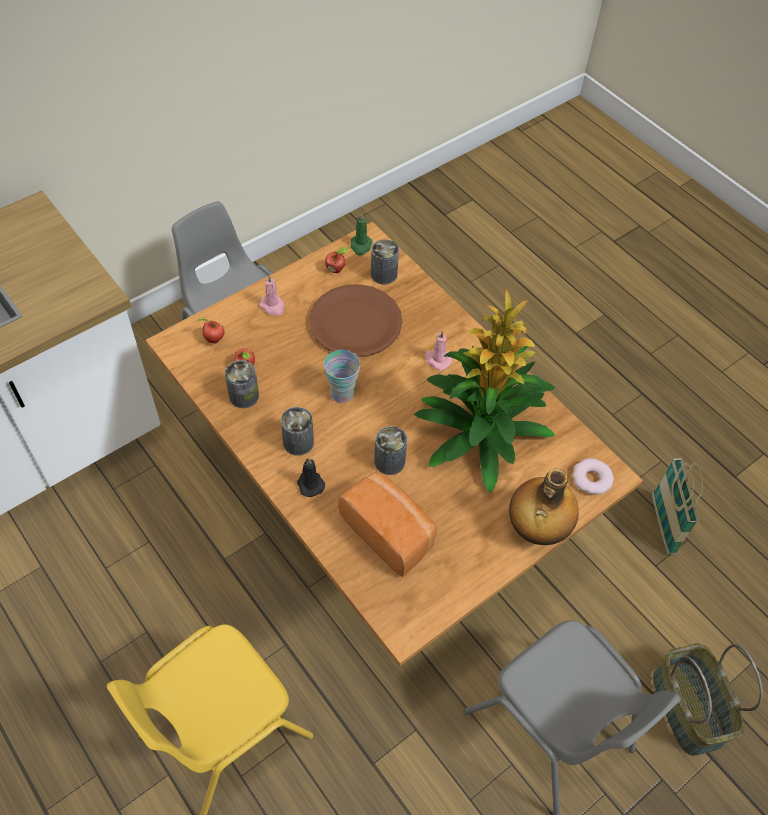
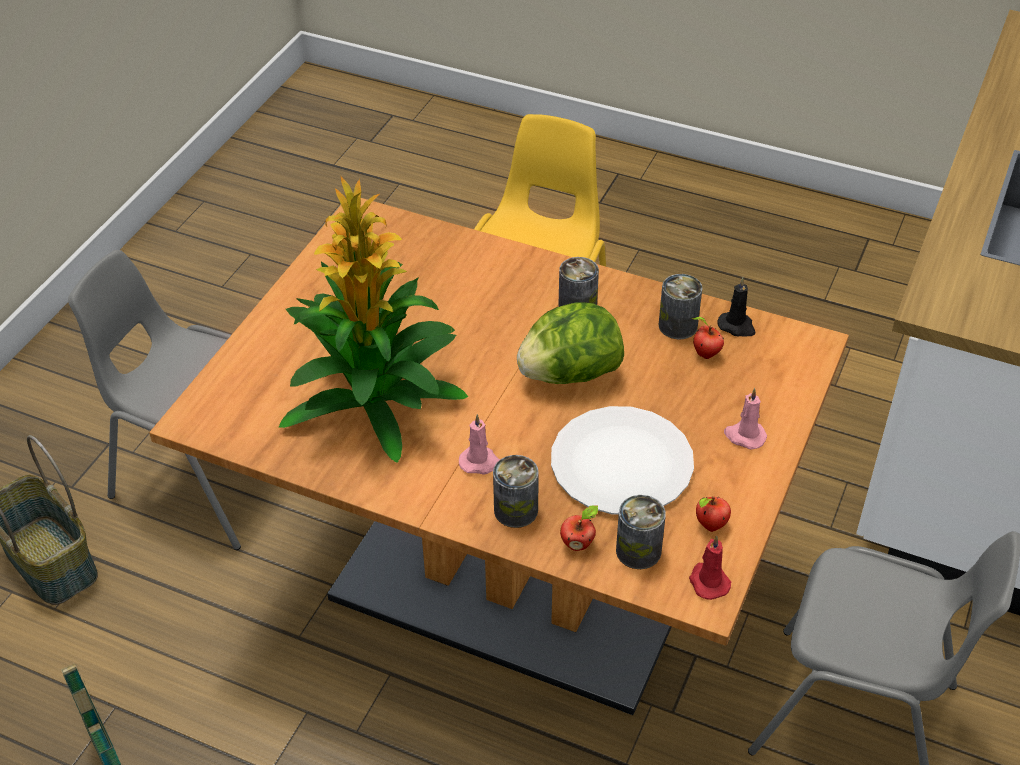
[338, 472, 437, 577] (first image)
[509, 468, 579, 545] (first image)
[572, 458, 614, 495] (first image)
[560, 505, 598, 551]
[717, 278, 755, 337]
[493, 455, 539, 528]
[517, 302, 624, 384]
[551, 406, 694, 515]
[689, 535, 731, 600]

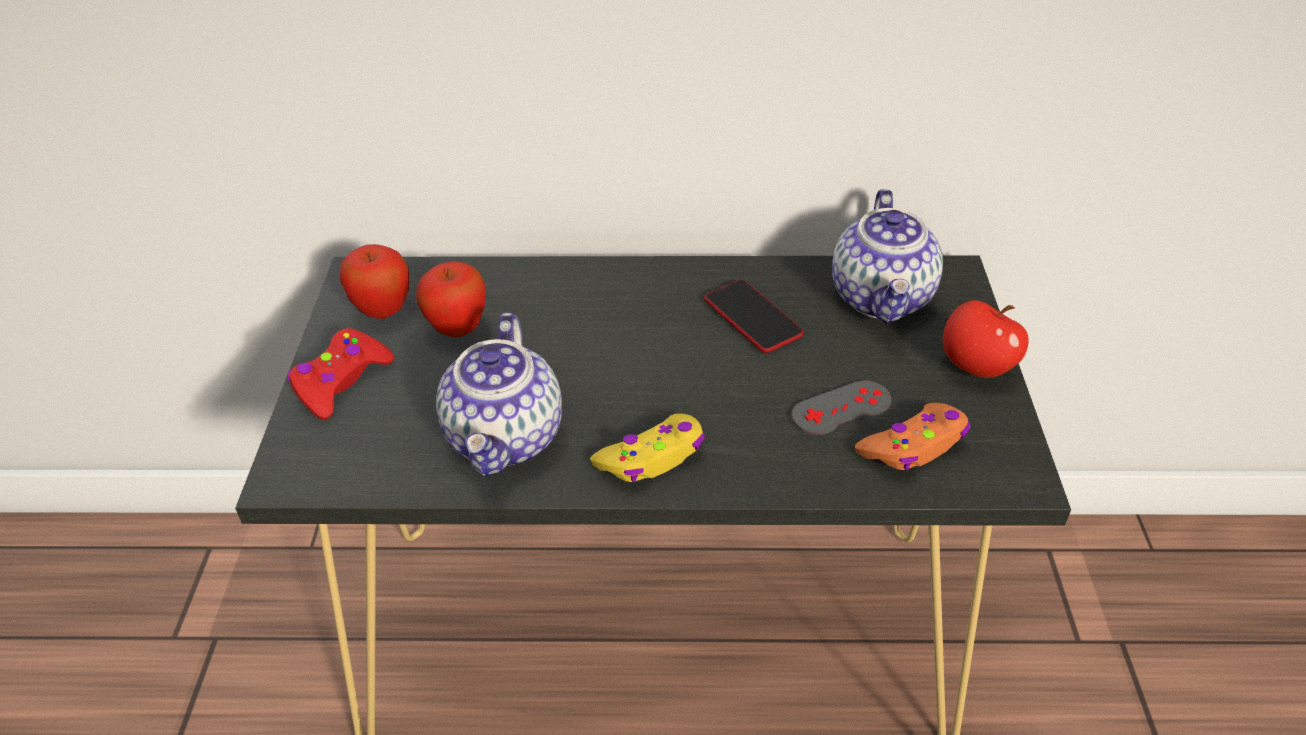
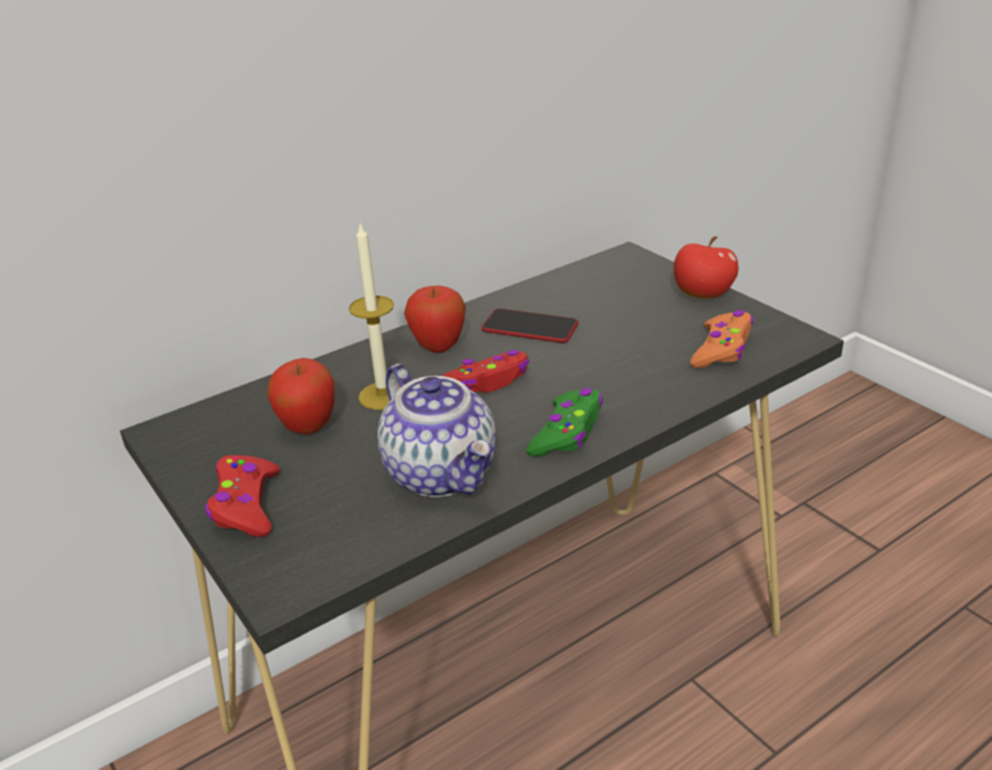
[792, 381, 891, 435] (first image)
[832, 189, 943, 324] (first image)
[349, 222, 400, 410]
[442, 350, 529, 393]
[404, 286, 466, 353]
[526, 388, 603, 457]

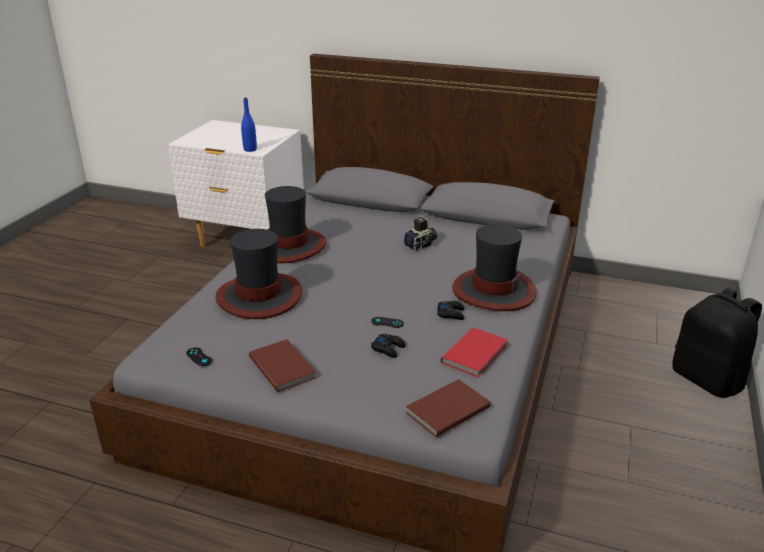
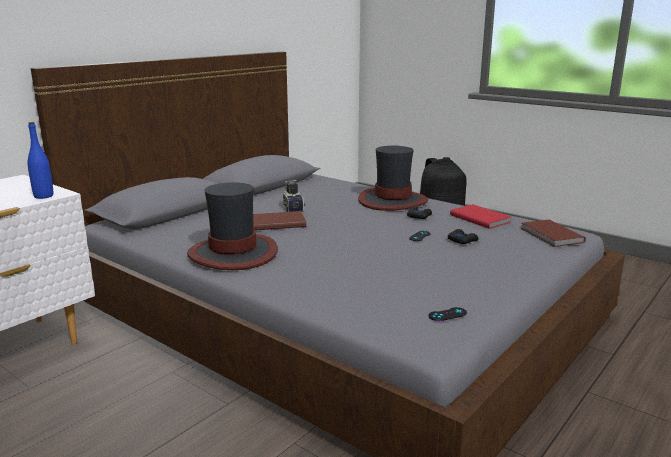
[215, 229, 302, 319] (first image)
[253, 211, 306, 231]

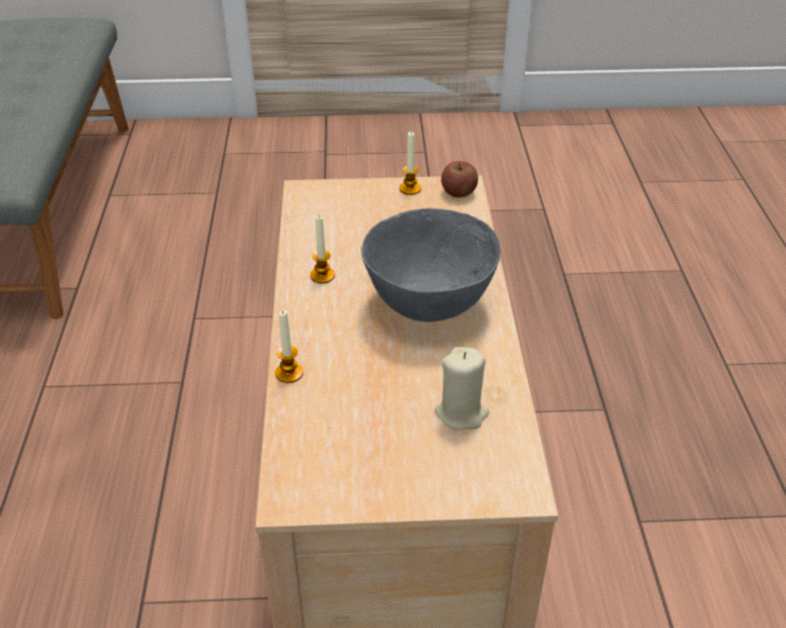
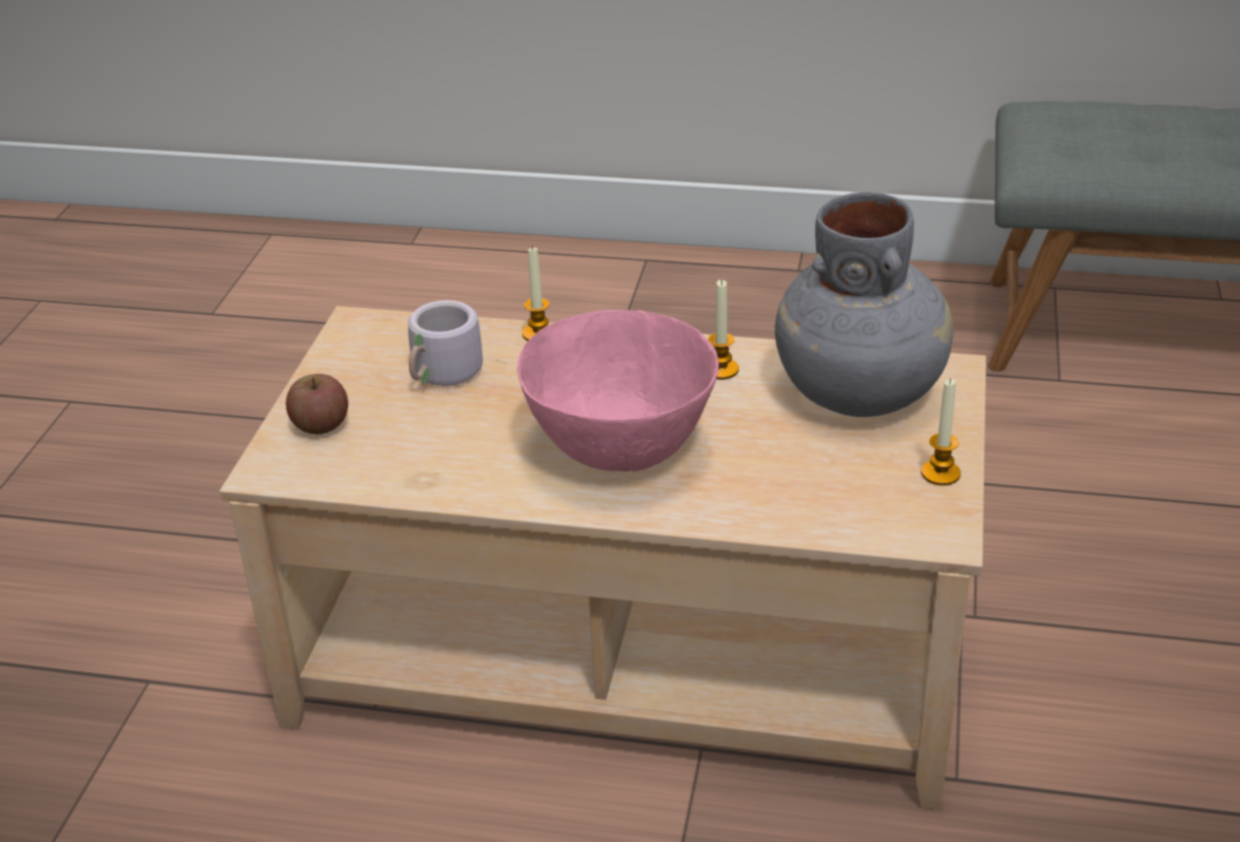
[435, 347, 489, 430] (first image)
[408, 300, 506, 386]
[775, 192, 953, 417]
[286, 374, 348, 434]
[517, 310, 719, 472]

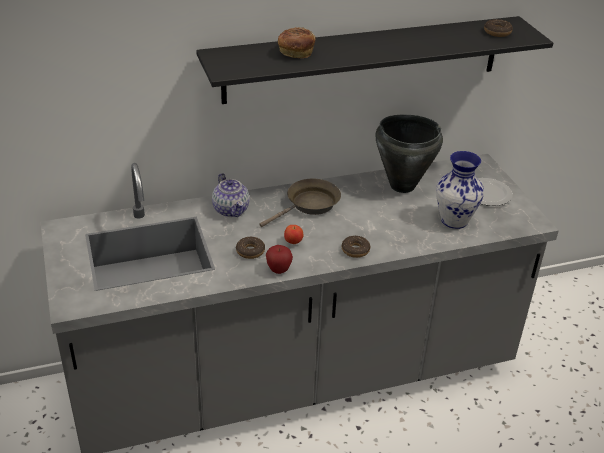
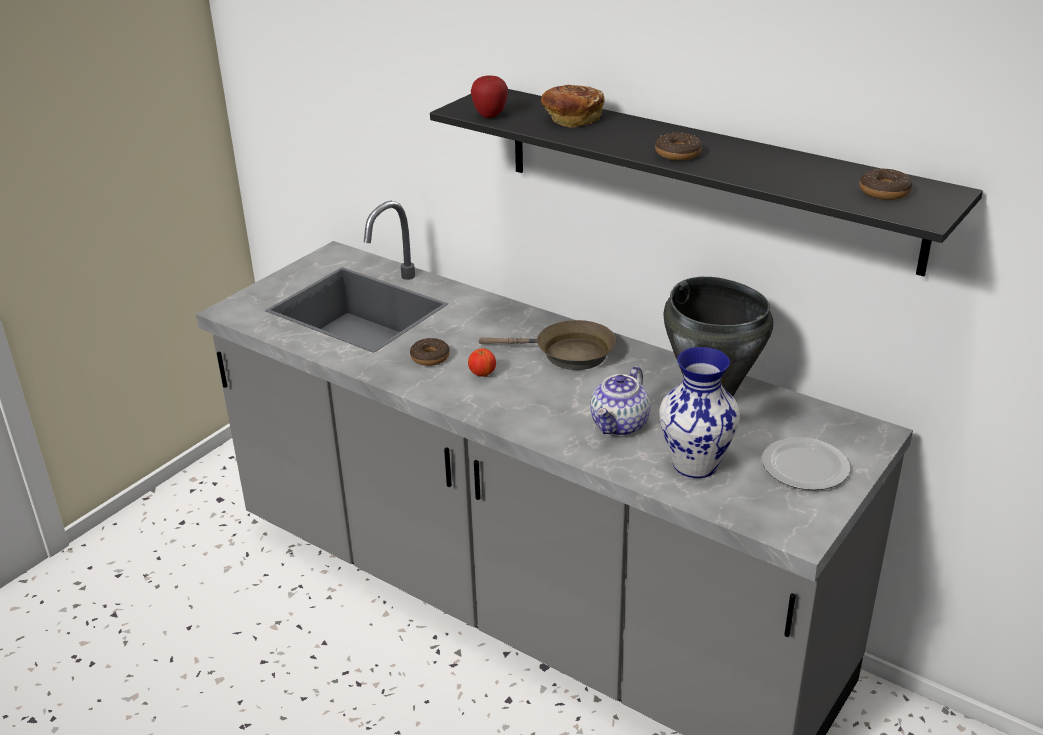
[590, 366, 650, 436]
[471, 75, 508, 118]
[655, 133, 702, 161]

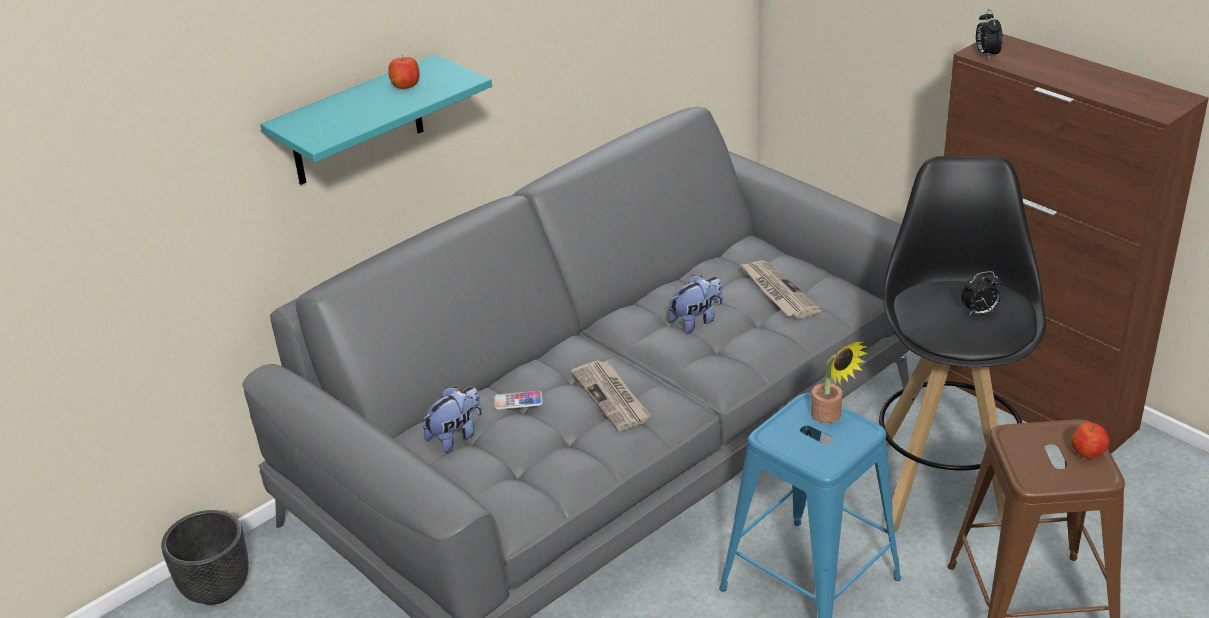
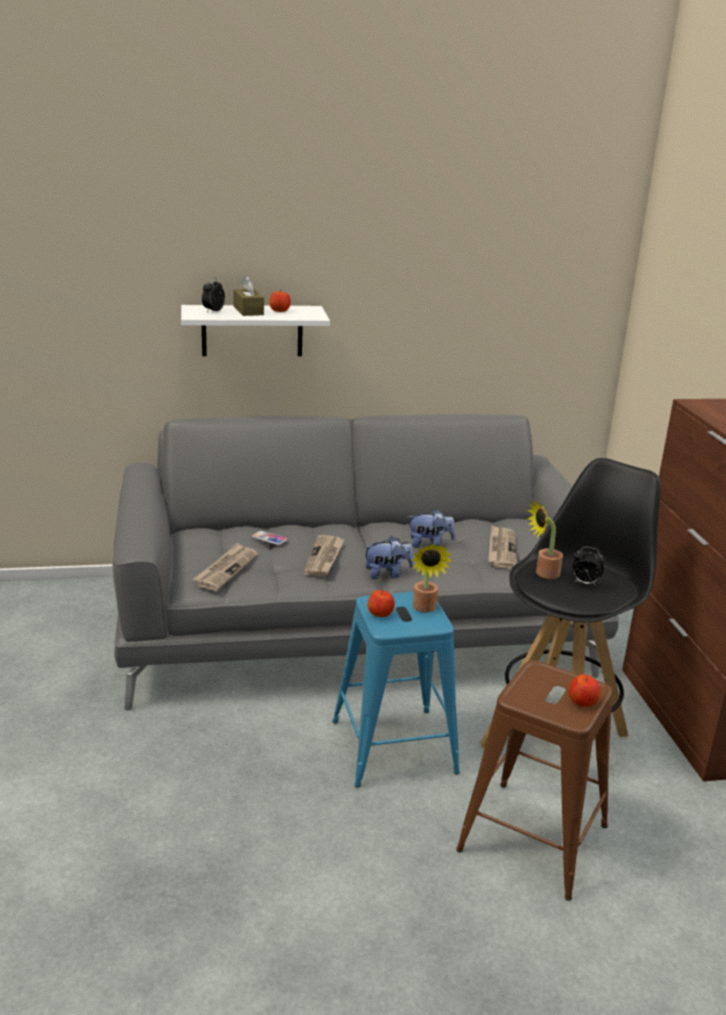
[161, 510, 249, 605] (first image)
[193, 543, 258, 591]
[233, 276, 264, 316]
[367, 590, 395, 617]
[527, 501, 563, 579]
[363, 536, 413, 579]
[202, 277, 225, 312]
[181, 305, 330, 356]

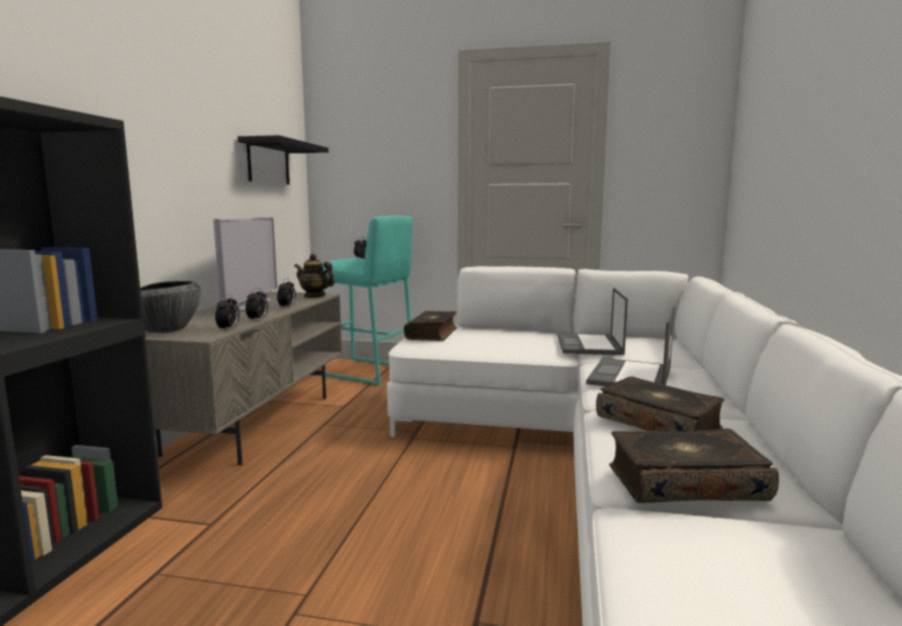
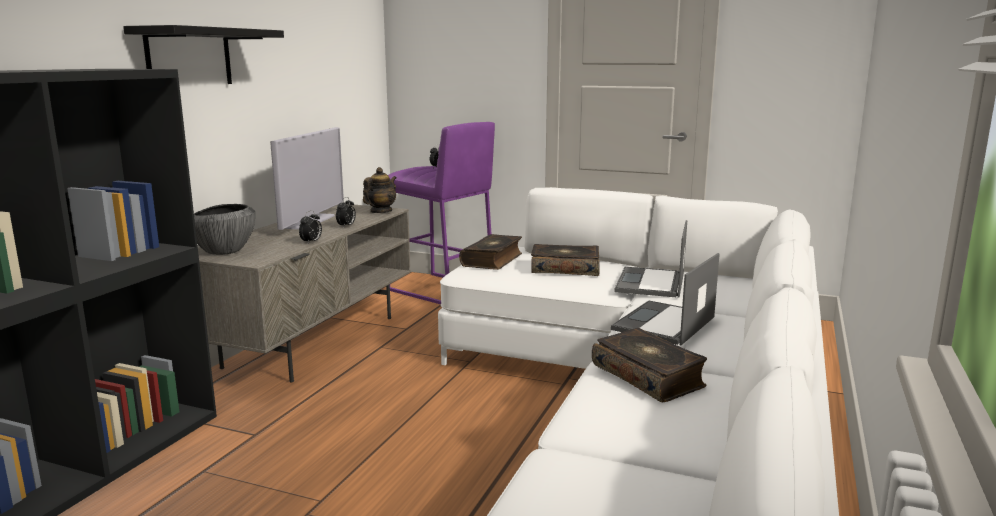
[215, 294, 240, 331] (first image)
[123, 25, 284, 84]
[531, 244, 600, 276]
[388, 122, 495, 304]
[363, 167, 396, 213]

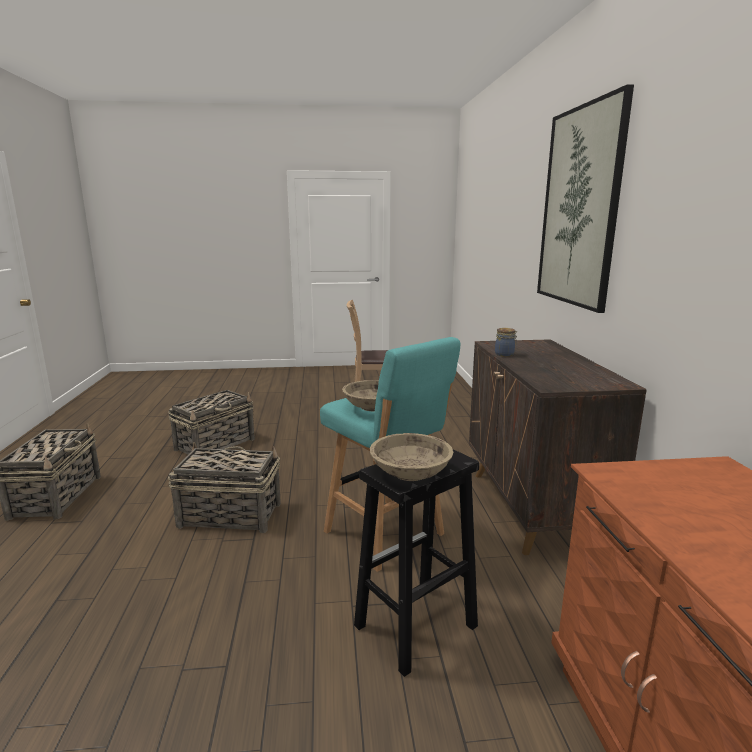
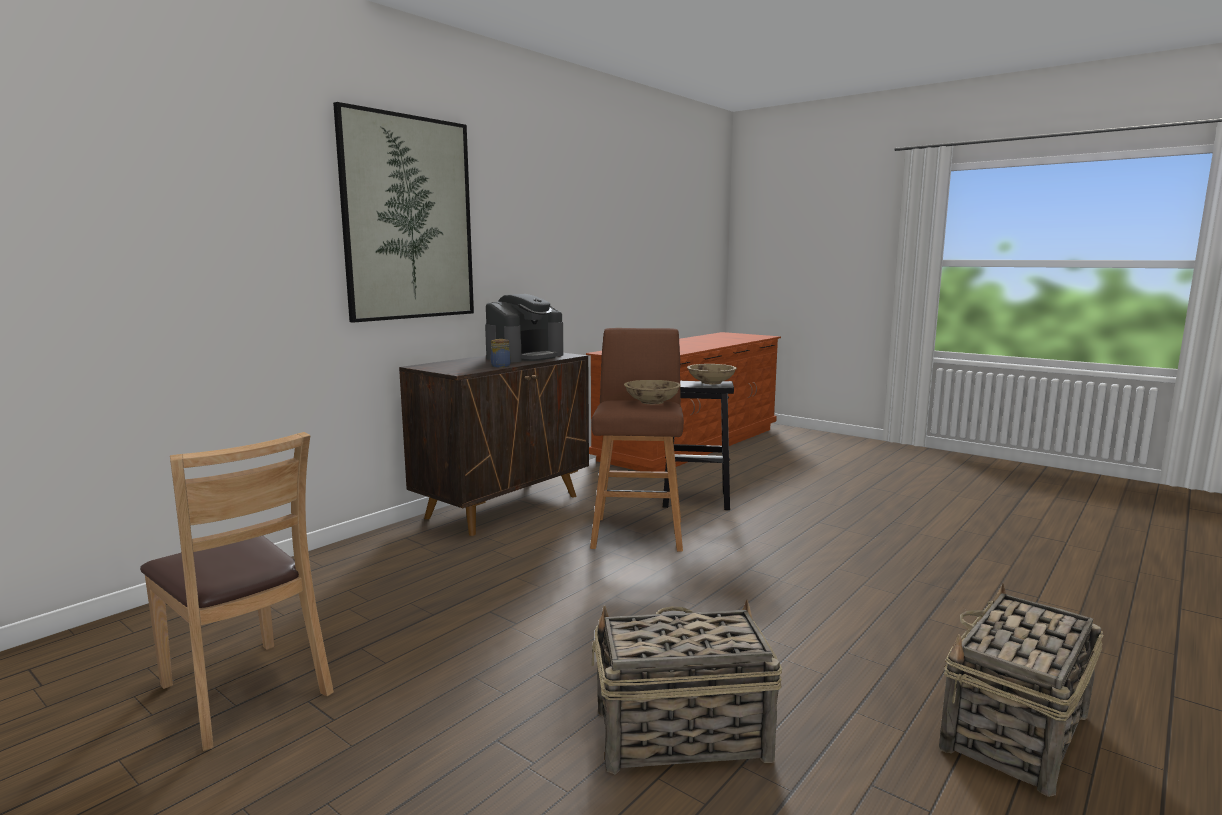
[168, 442, 281, 533] (first image)
[485, 294, 564, 362]
[590, 328, 684, 551]

